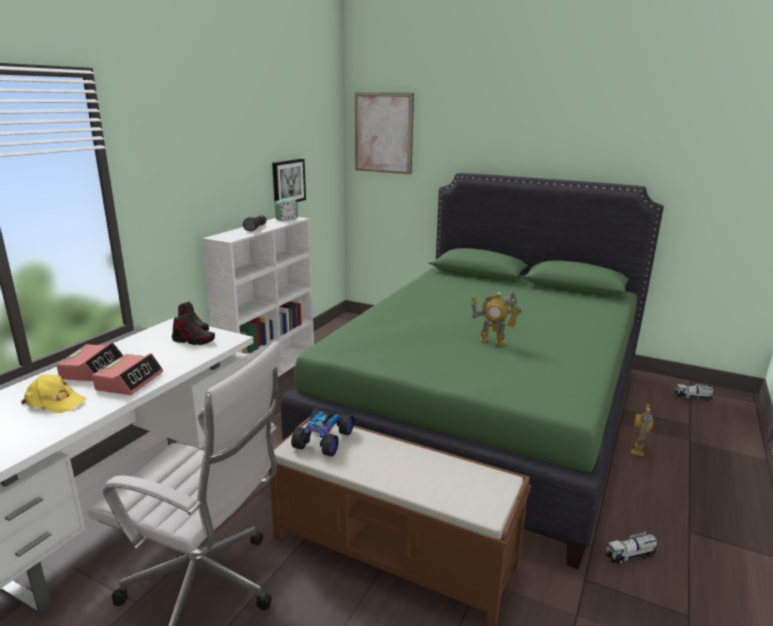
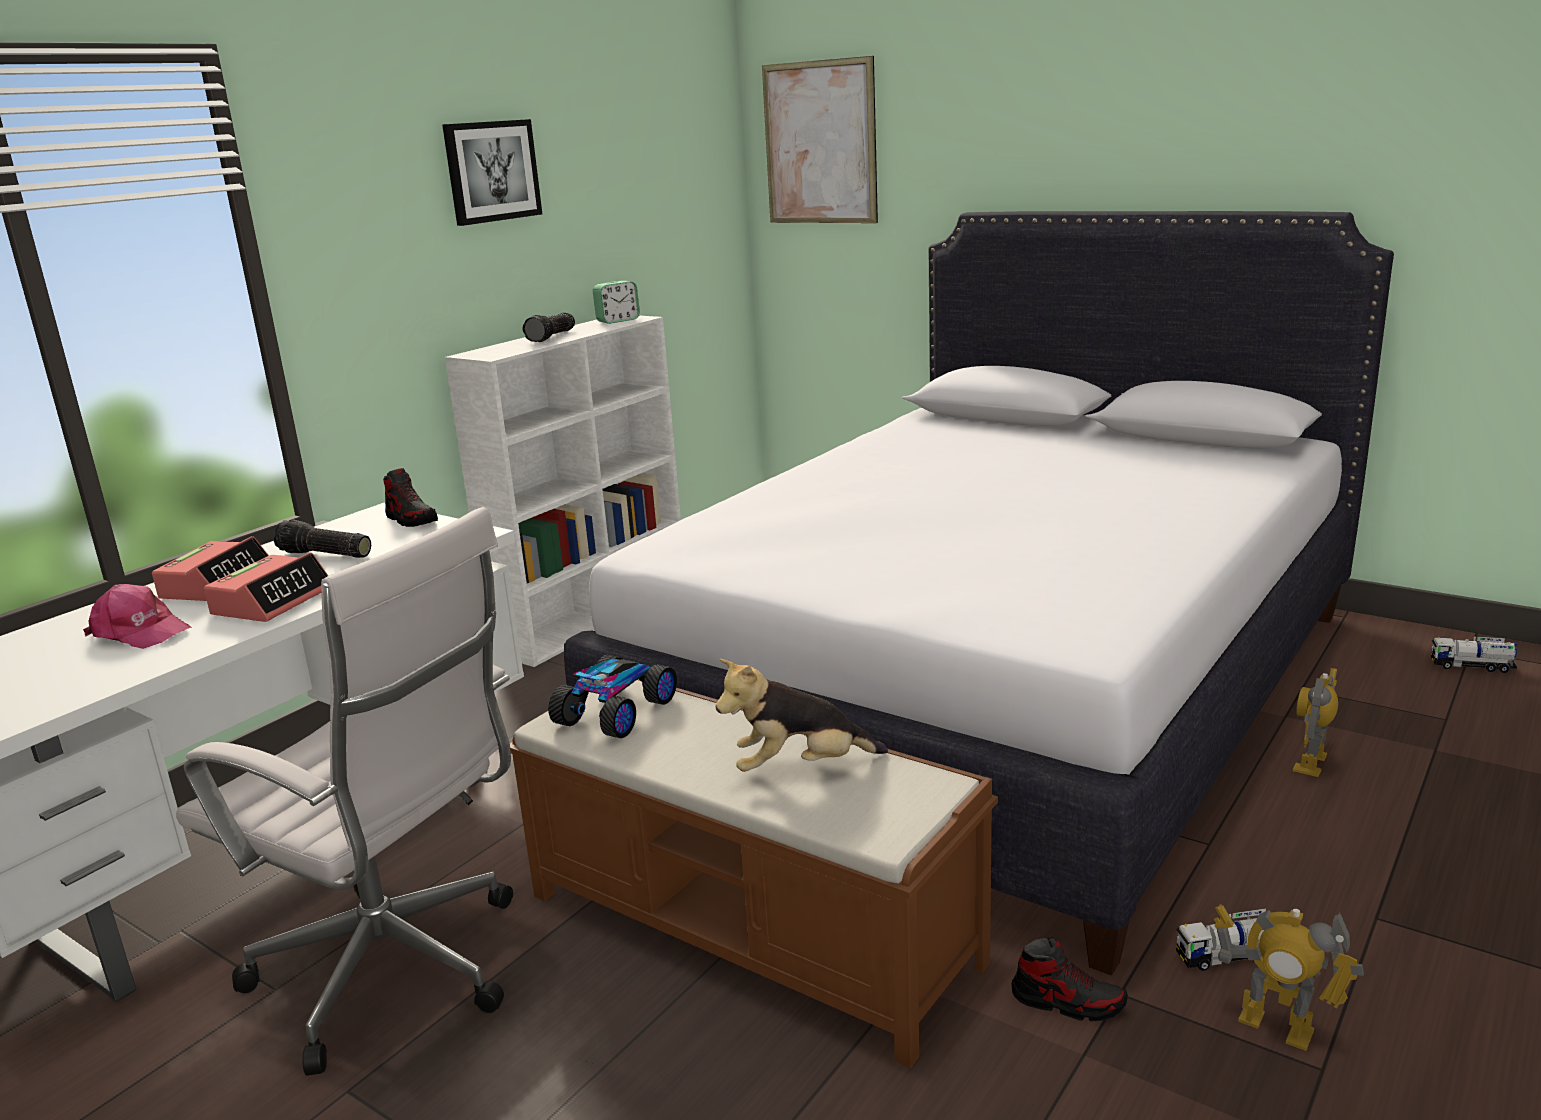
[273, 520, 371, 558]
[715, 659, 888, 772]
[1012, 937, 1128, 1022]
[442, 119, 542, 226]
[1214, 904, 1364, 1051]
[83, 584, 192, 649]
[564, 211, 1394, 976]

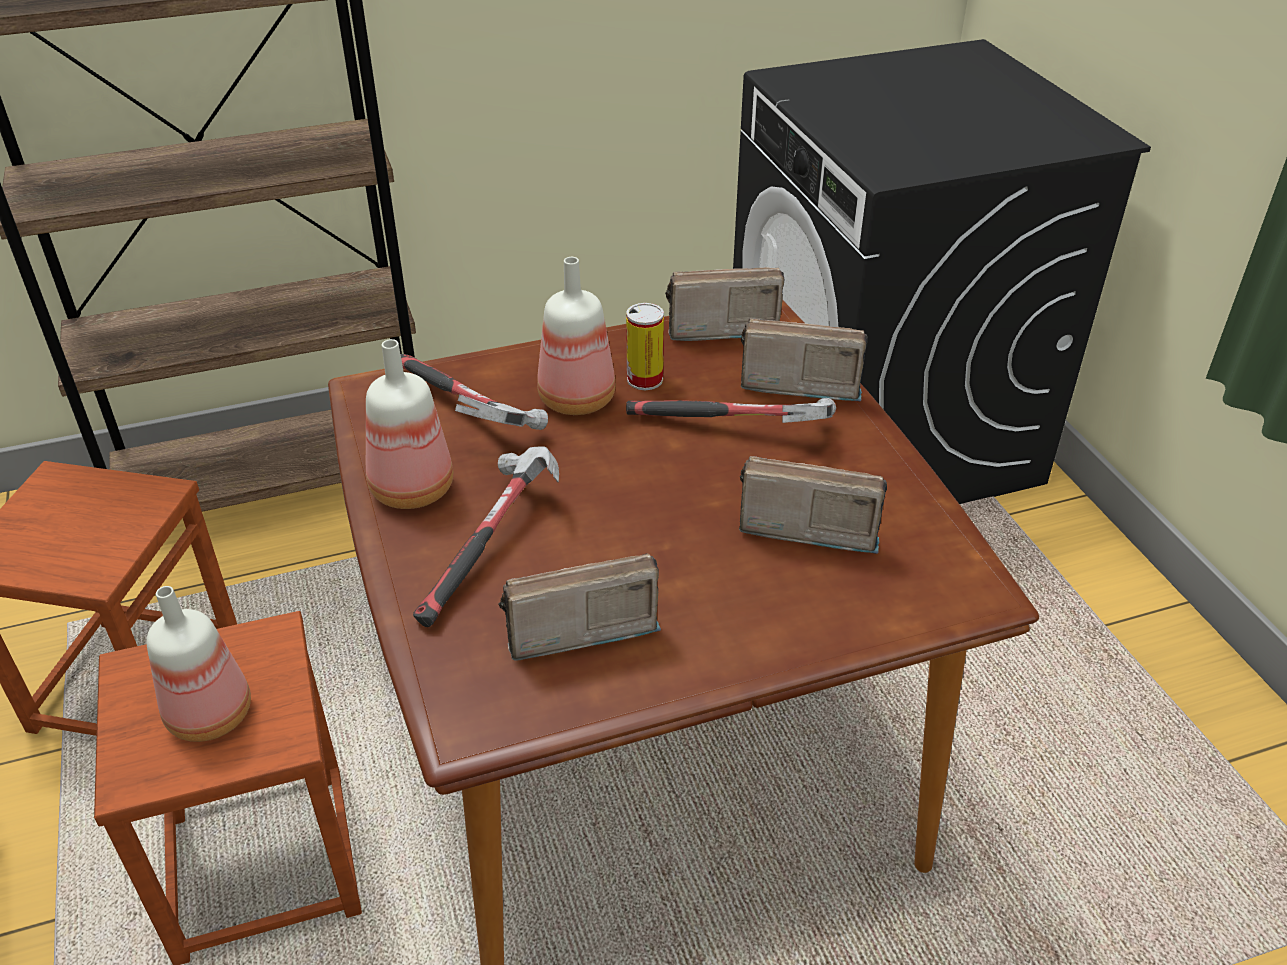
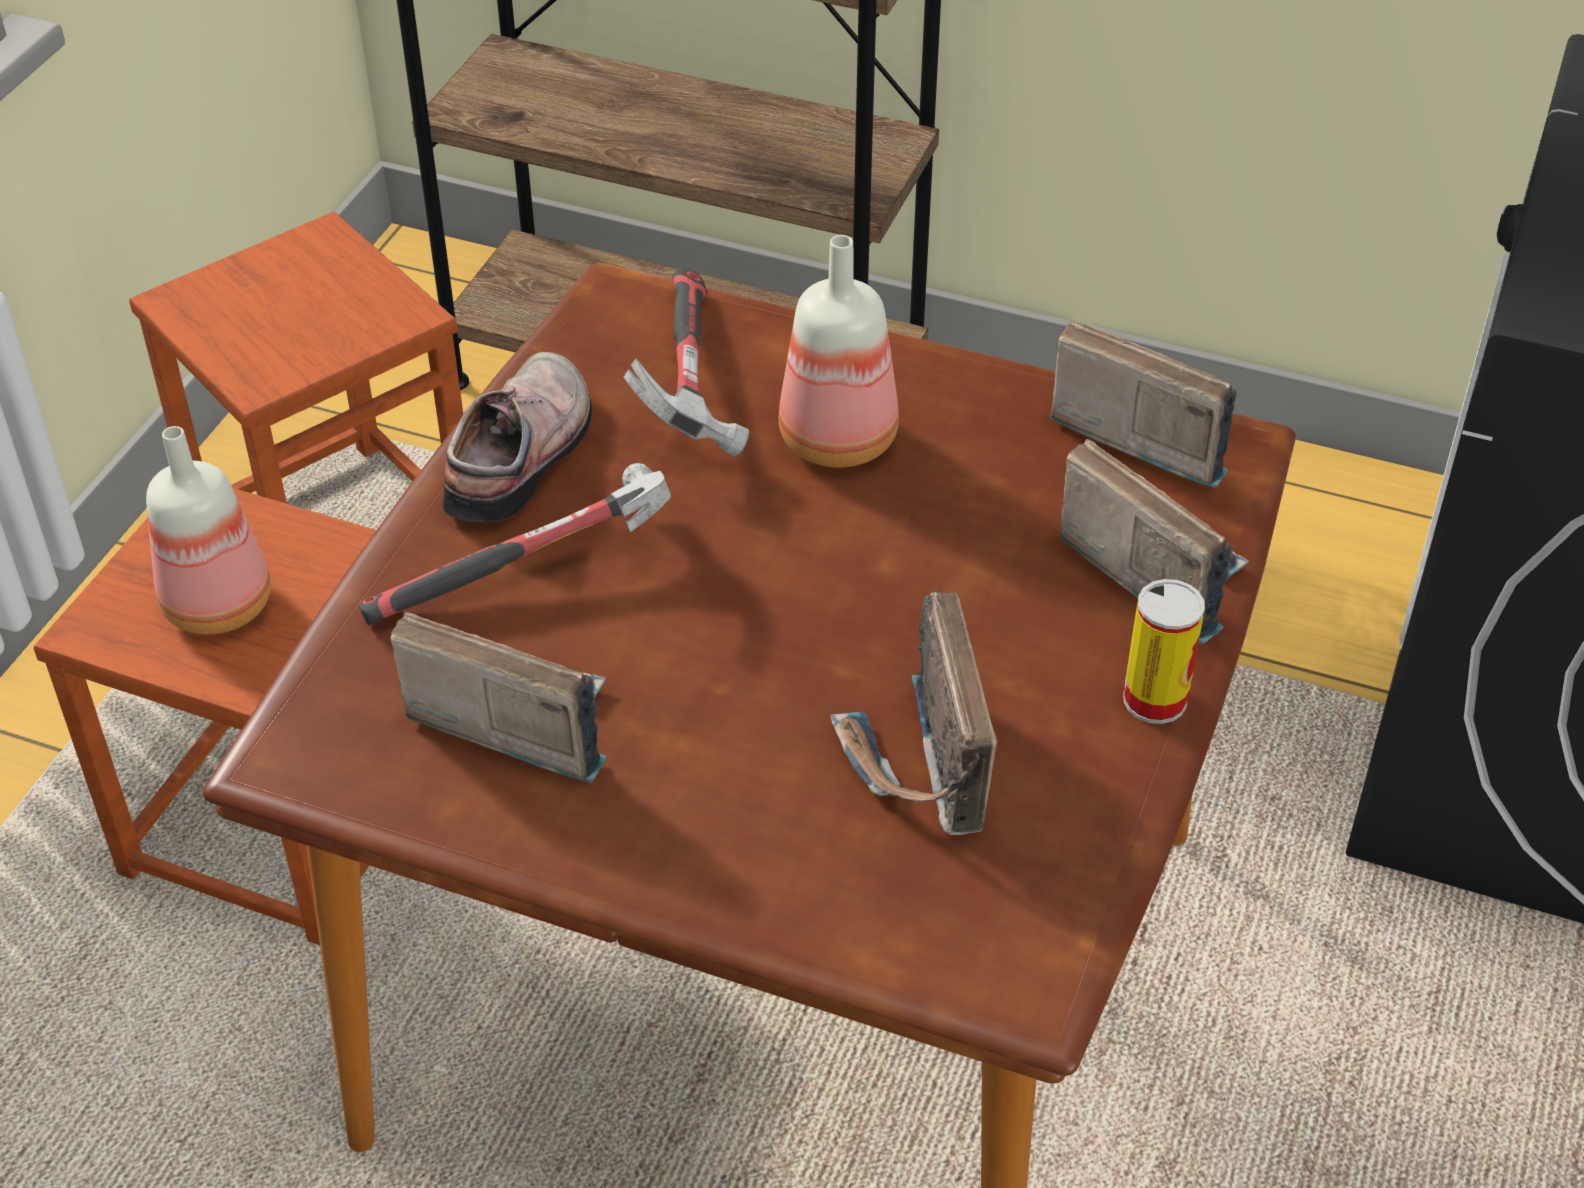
[626, 398, 836, 423] (first image)
[1123, 579, 1205, 724]
[442, 352, 592, 522]
[830, 591, 997, 835]

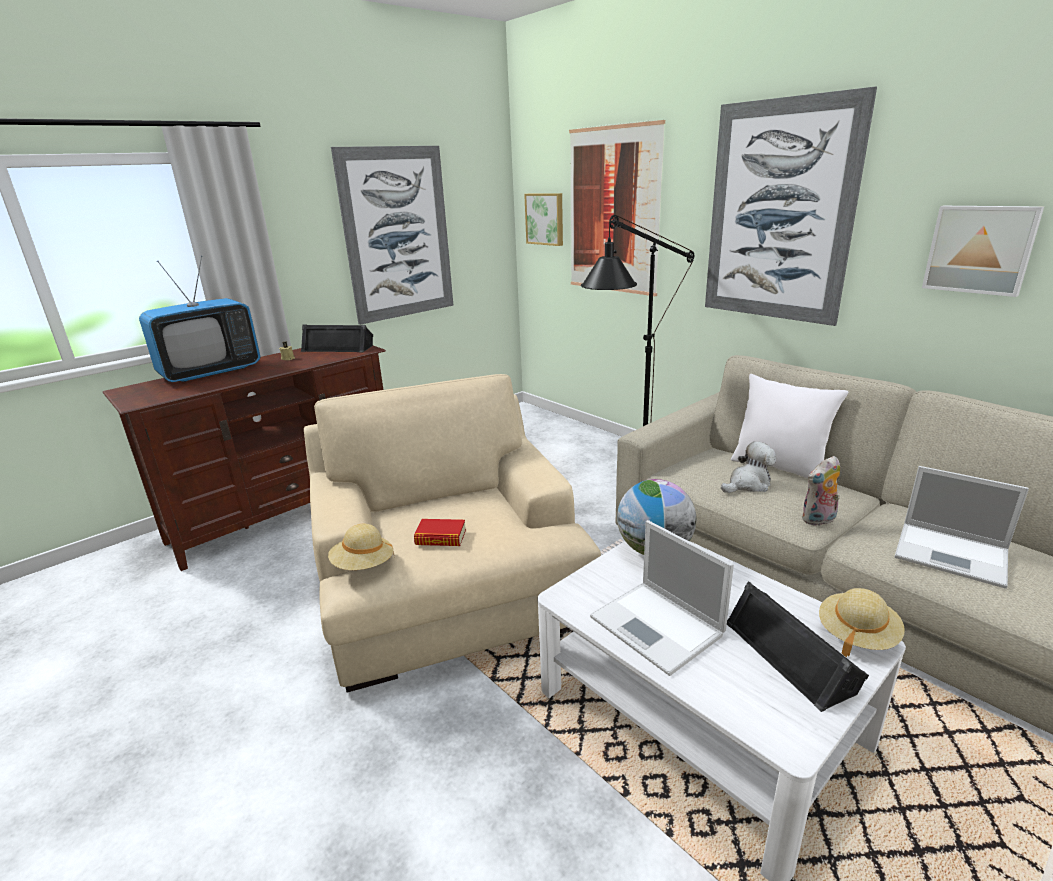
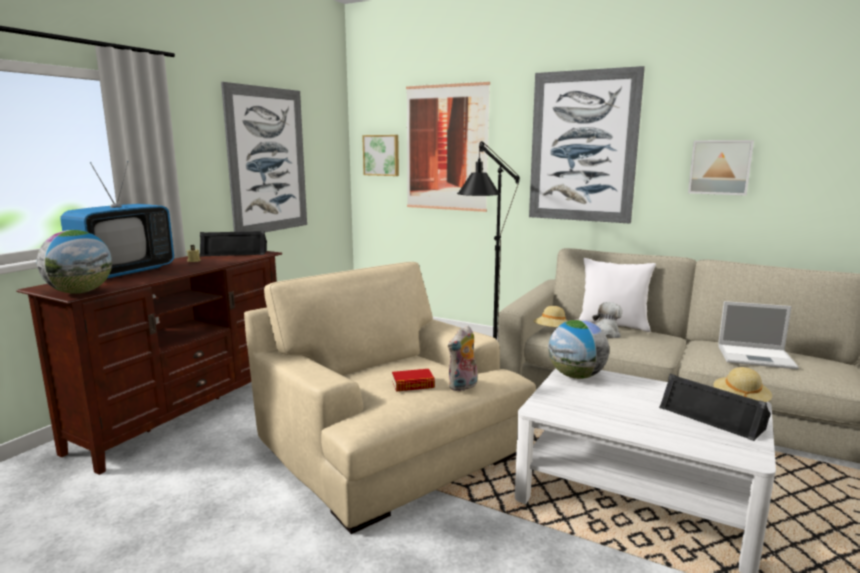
[590, 520, 734, 676] (first image)
[37, 230, 112, 294]
[534, 306, 567, 327]
[448, 326, 477, 391]

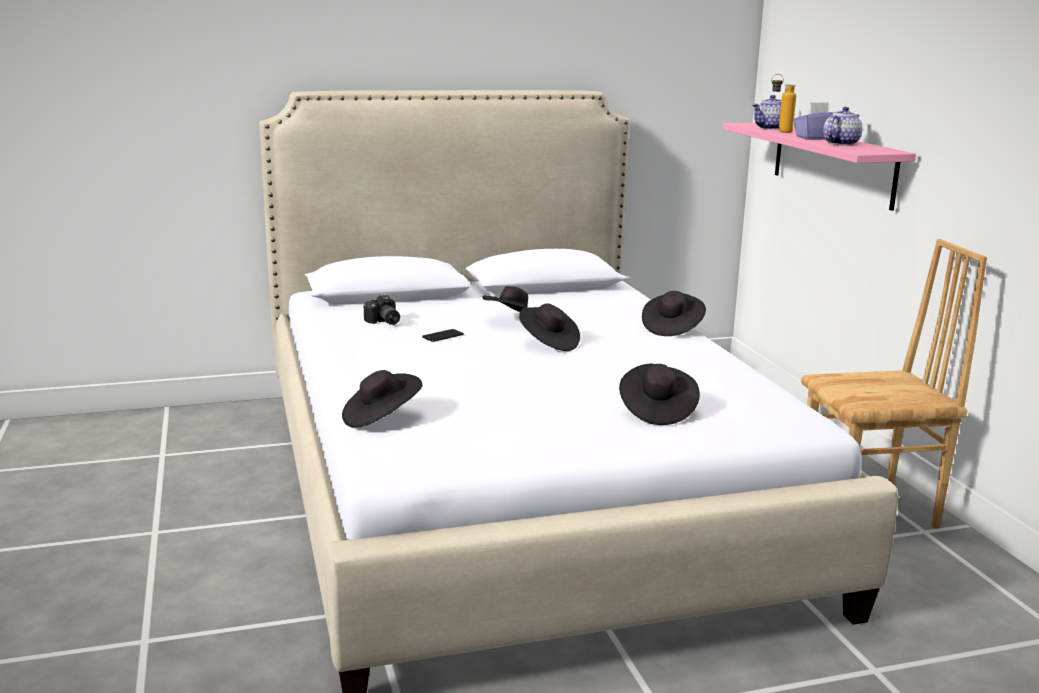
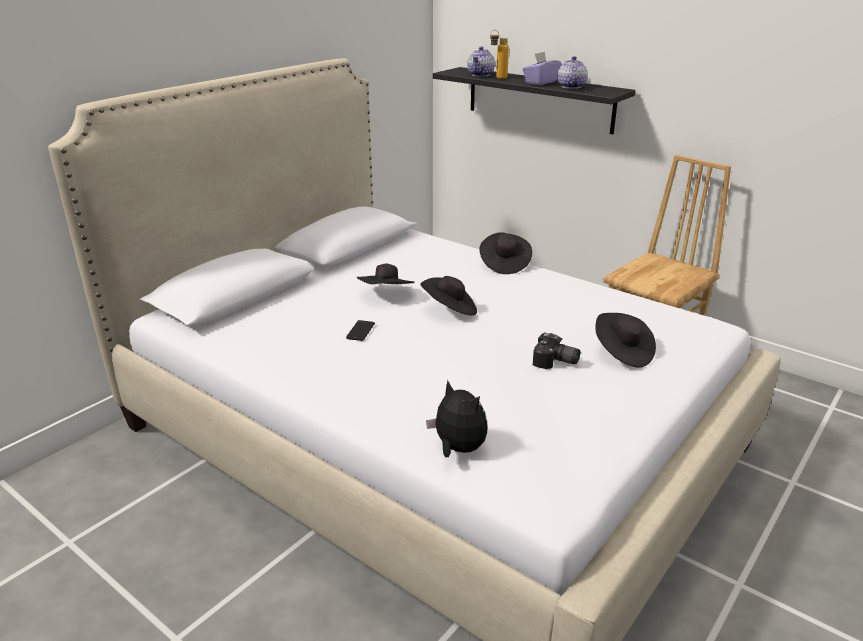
[533, 333, 580, 369]
[426, 380, 487, 457]
[433, 67, 635, 134]

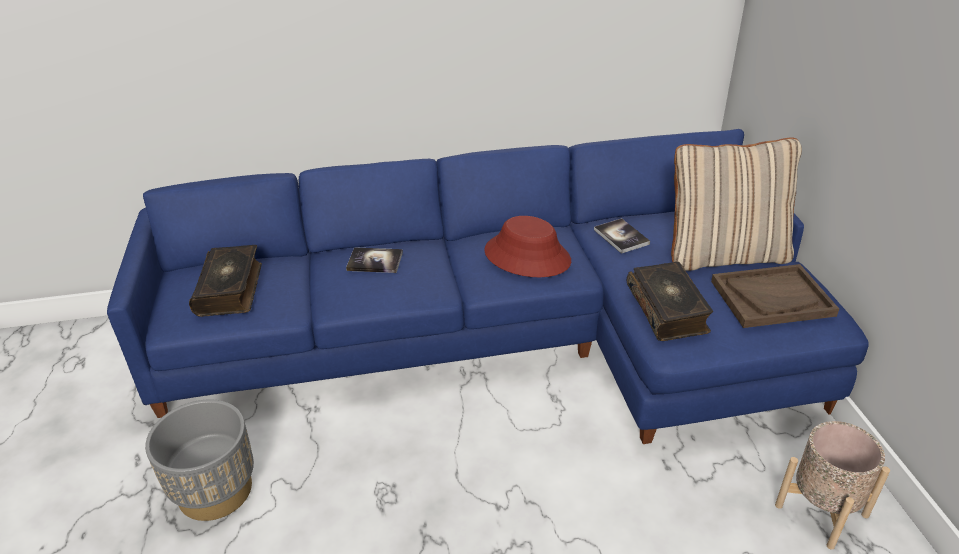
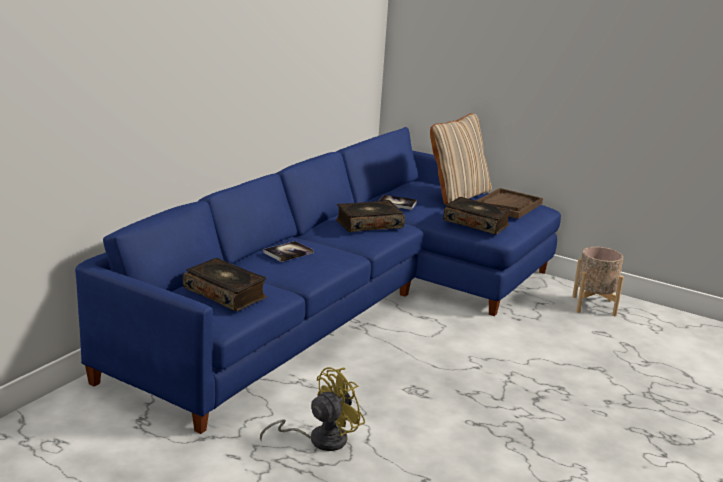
[260, 367, 365, 451]
[336, 200, 405, 232]

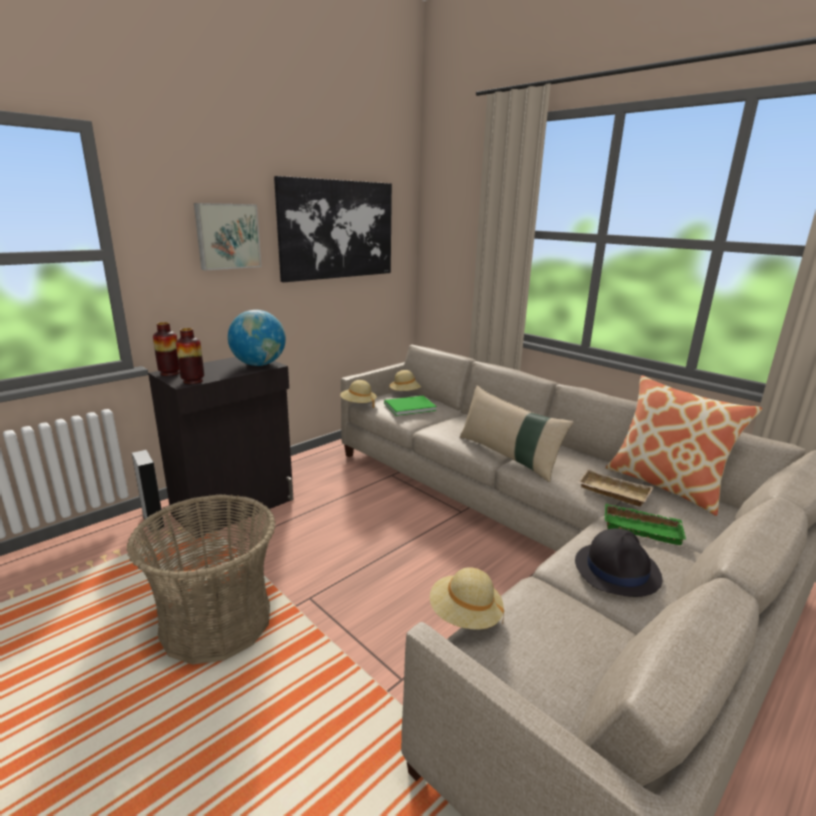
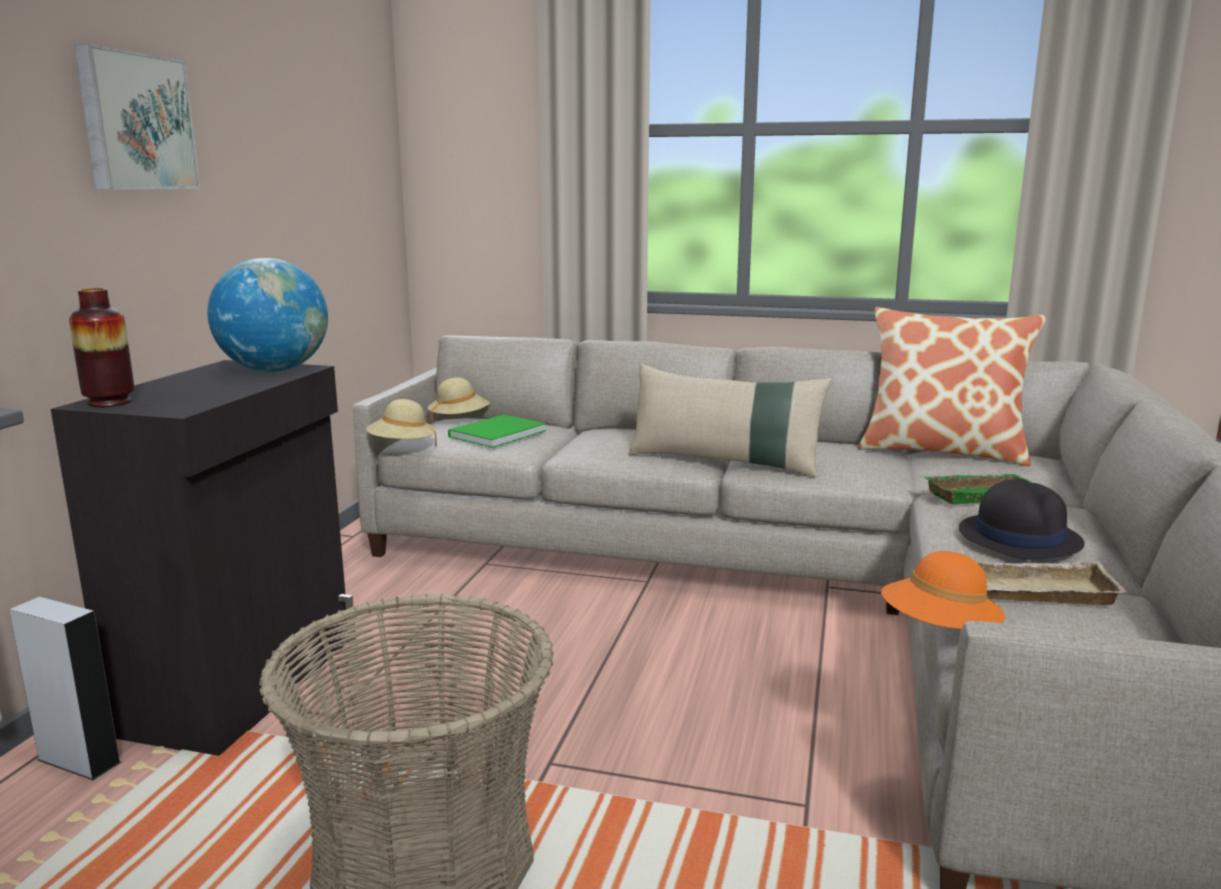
[176, 328, 204, 384] (first image)
[274, 176, 392, 282] (first image)
[976, 561, 1127, 605]
[881, 551, 1006, 629]

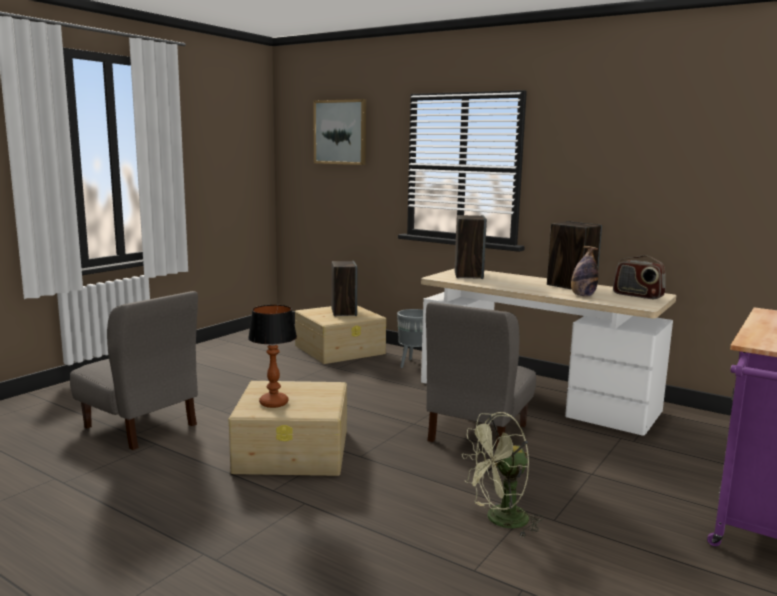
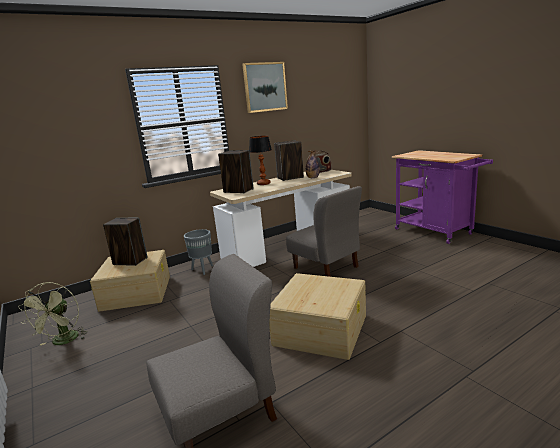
[249, 136, 272, 185]
[242, 62, 288, 113]
[18, 282, 88, 345]

